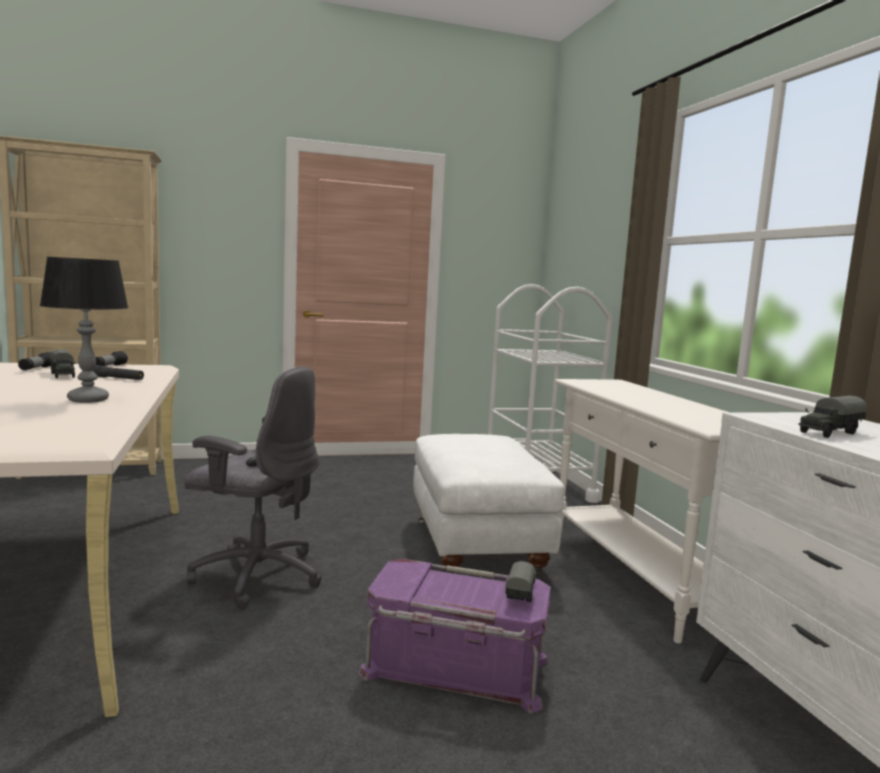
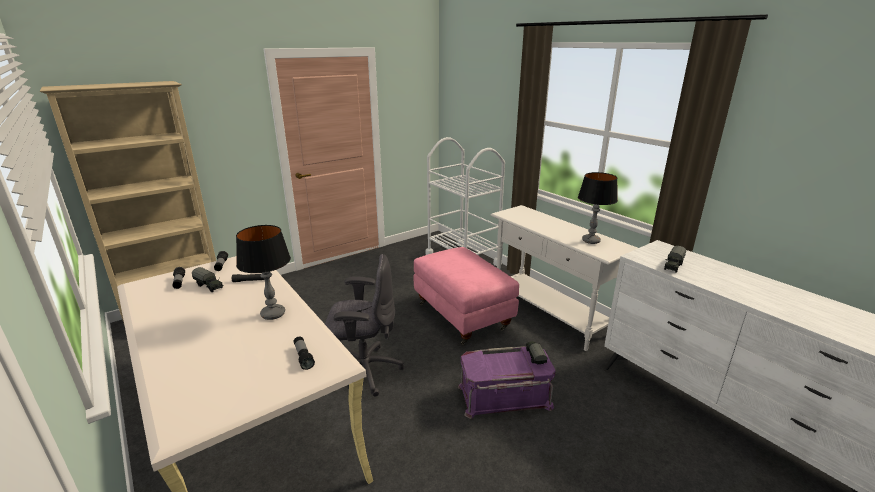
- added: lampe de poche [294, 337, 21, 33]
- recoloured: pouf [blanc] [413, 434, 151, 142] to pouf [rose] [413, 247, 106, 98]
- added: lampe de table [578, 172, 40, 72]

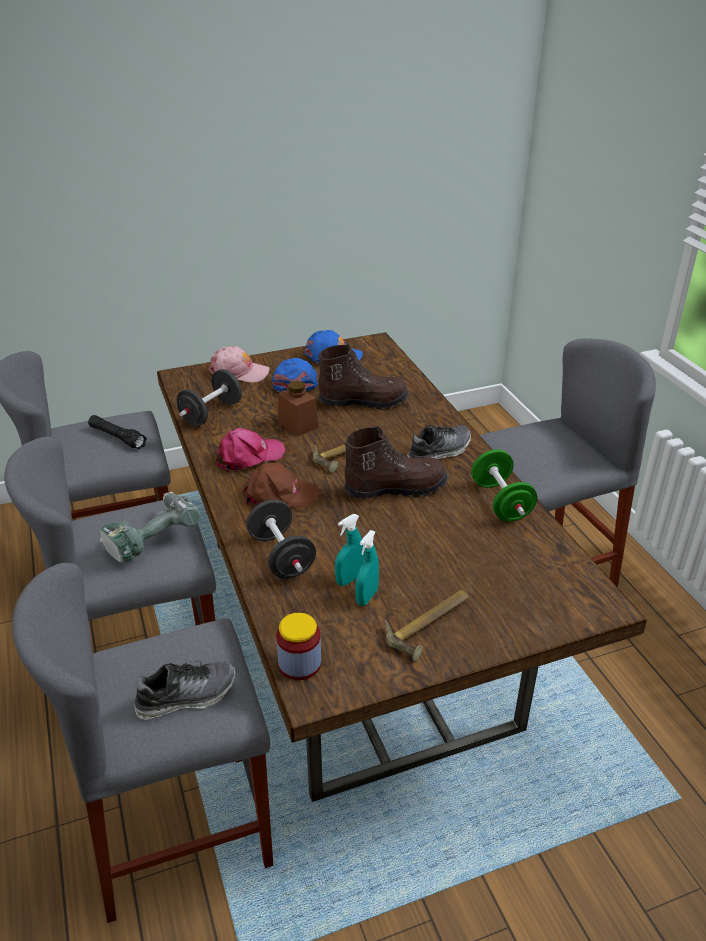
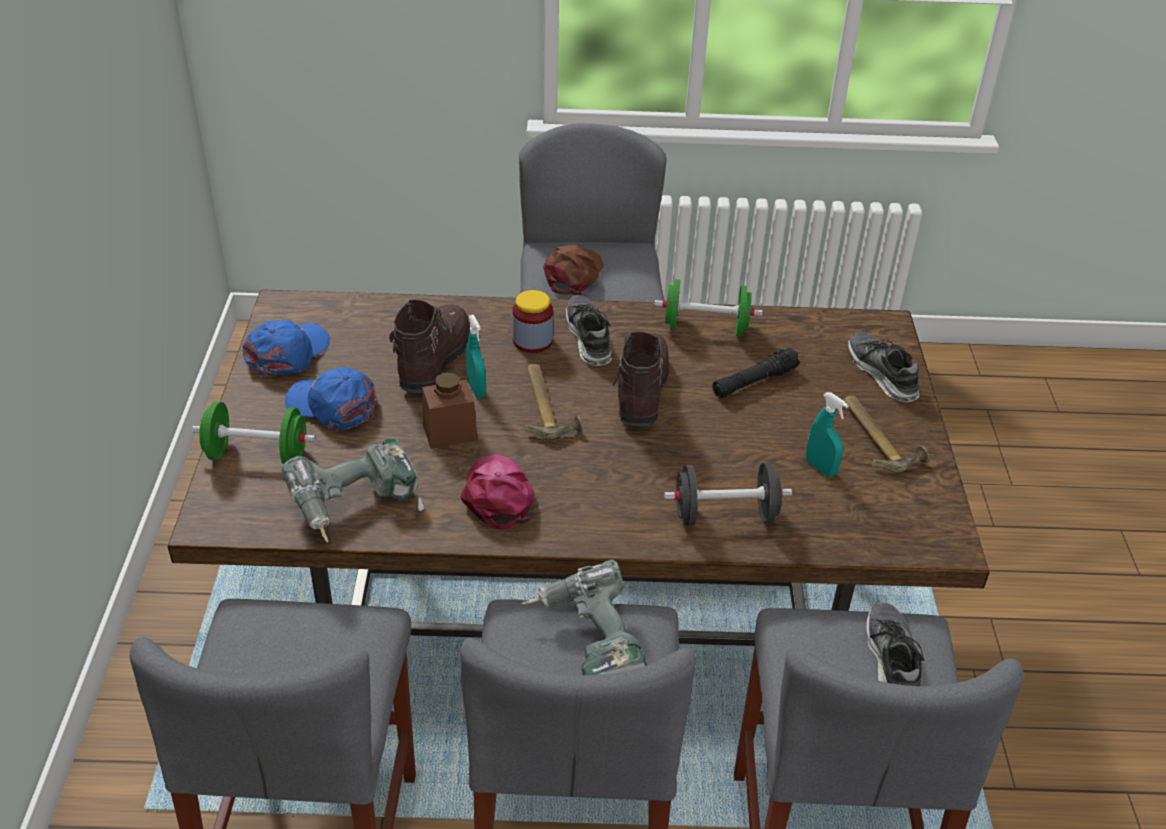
- replaced: casquette [rose] [208, 346, 62, 37] to haltère [vert] [192, 402, 123, 63]
- replaced: haltère [noir] [177, 369, 65, 57] to perceuse [282, 438, 142, 104]
- moved: vaporisateur [turquoise] [335, 514, 29, 72] to [466, 315, 20, 83]
- moved: bocal [276, 613, 45, 67] to [512, 290, 41, 63]
- moved: casquette [marron] [243, 462, 77, 45] to [543, 245, 61, 50]
- moved: lampe de poche [noir] [88, 415, 59, 34] to [712, 347, 88, 51]
- added: chaussure [848, 331, 72, 71]

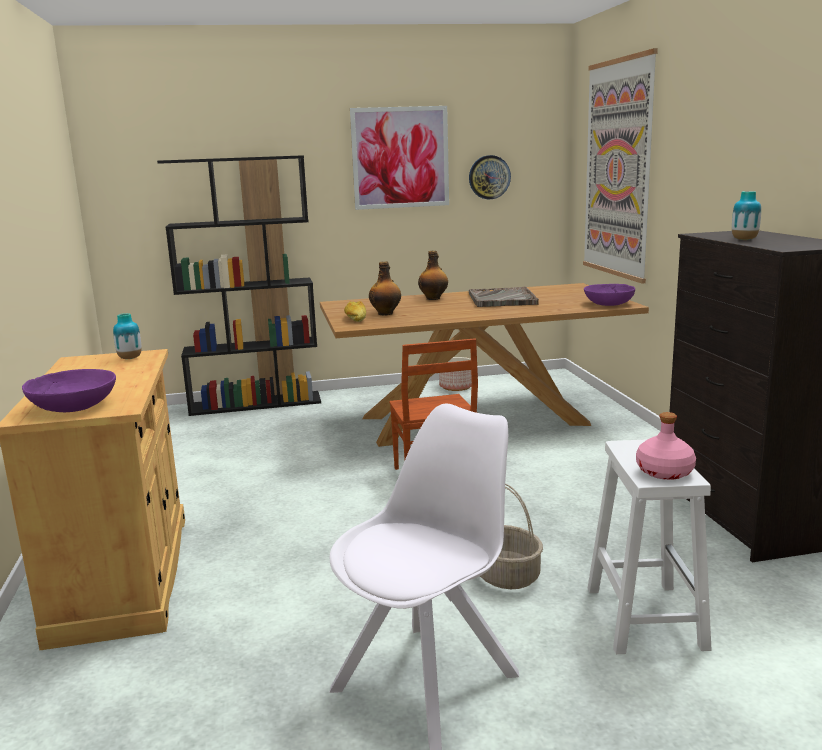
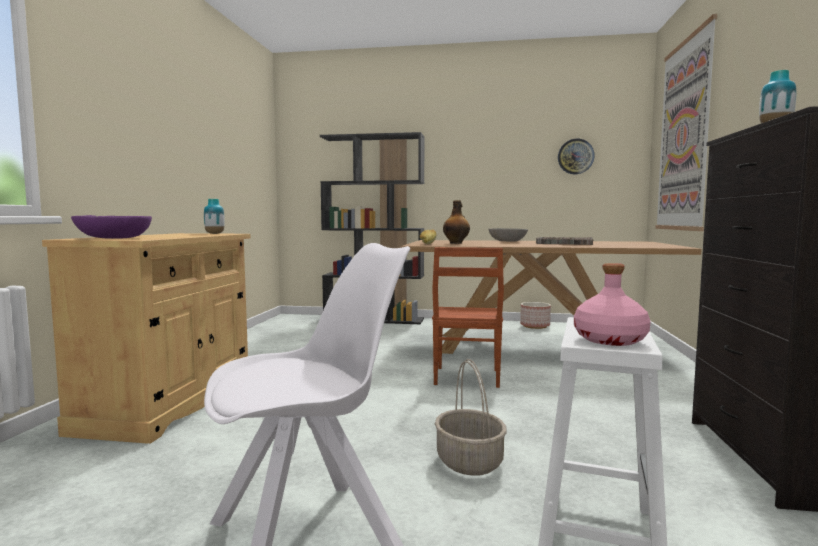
- replaced: bouteille [418, 251, 30, 49] to bol [gris] [489, 228, 39, 14]
- removed: tableau [350, 106, 99, 104]
- removed: bol [violet] [584, 284, 51, 22]

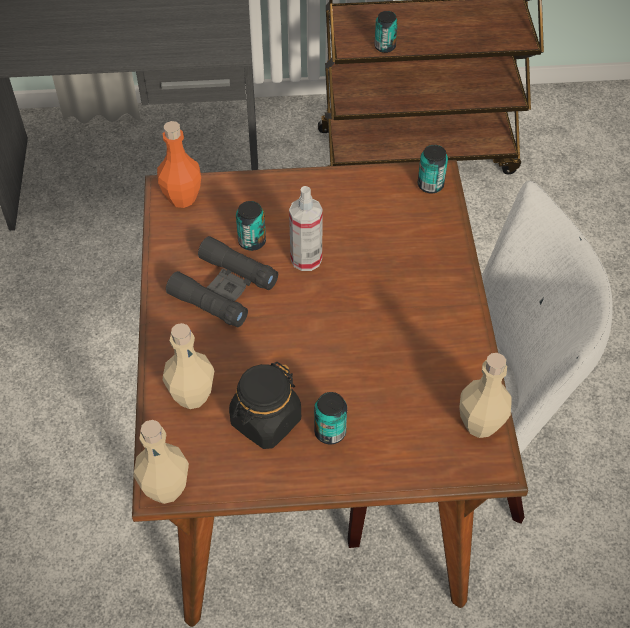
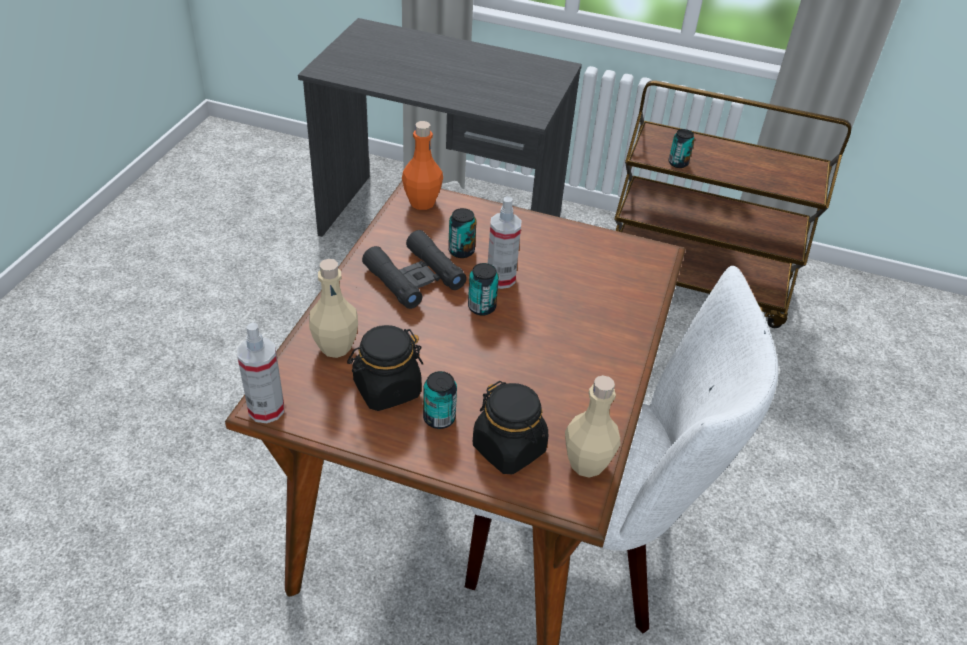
- replaced: bouteille [beige] [134, 420, 55, 84] to vaporisateur [237, 323, 47, 100]
- moved: boîte métallique [418, 145, 30, 49] to [468, 263, 31, 53]
- added: bocal [noir] [473, 381, 75, 93]

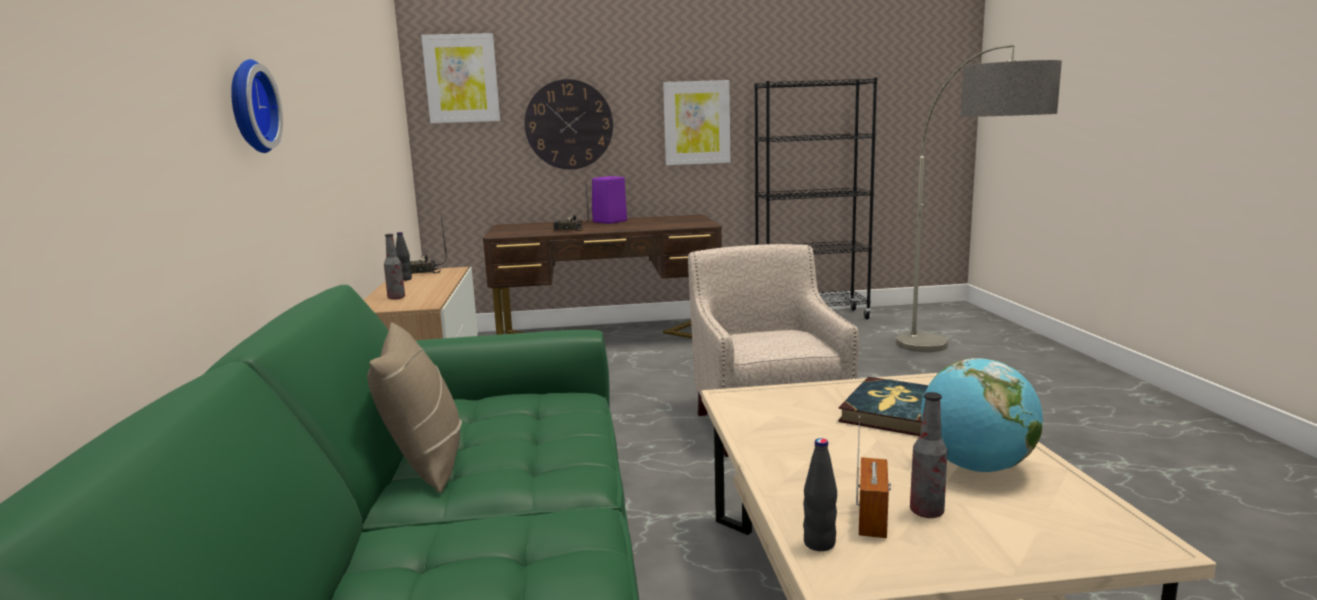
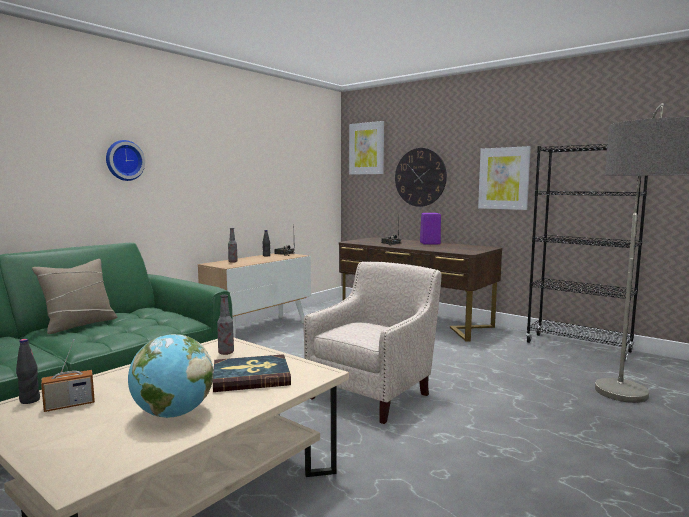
- moved: bouteille [910, 392, 37, 126] to [217, 295, 17, 60]

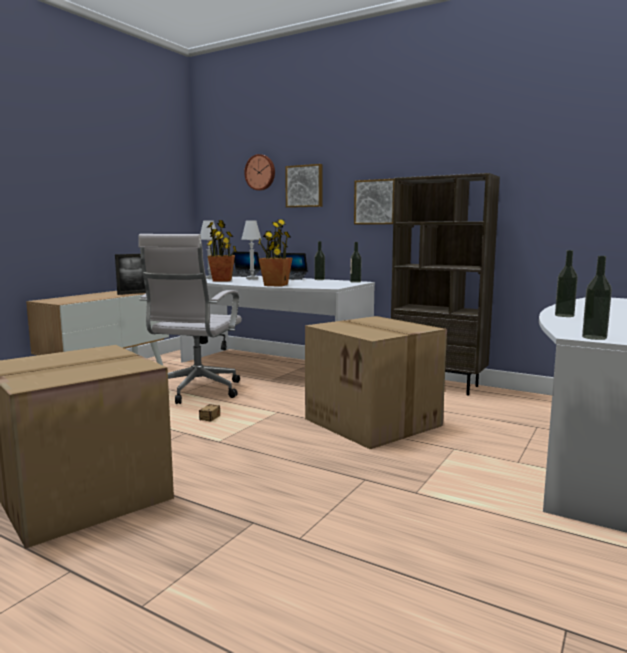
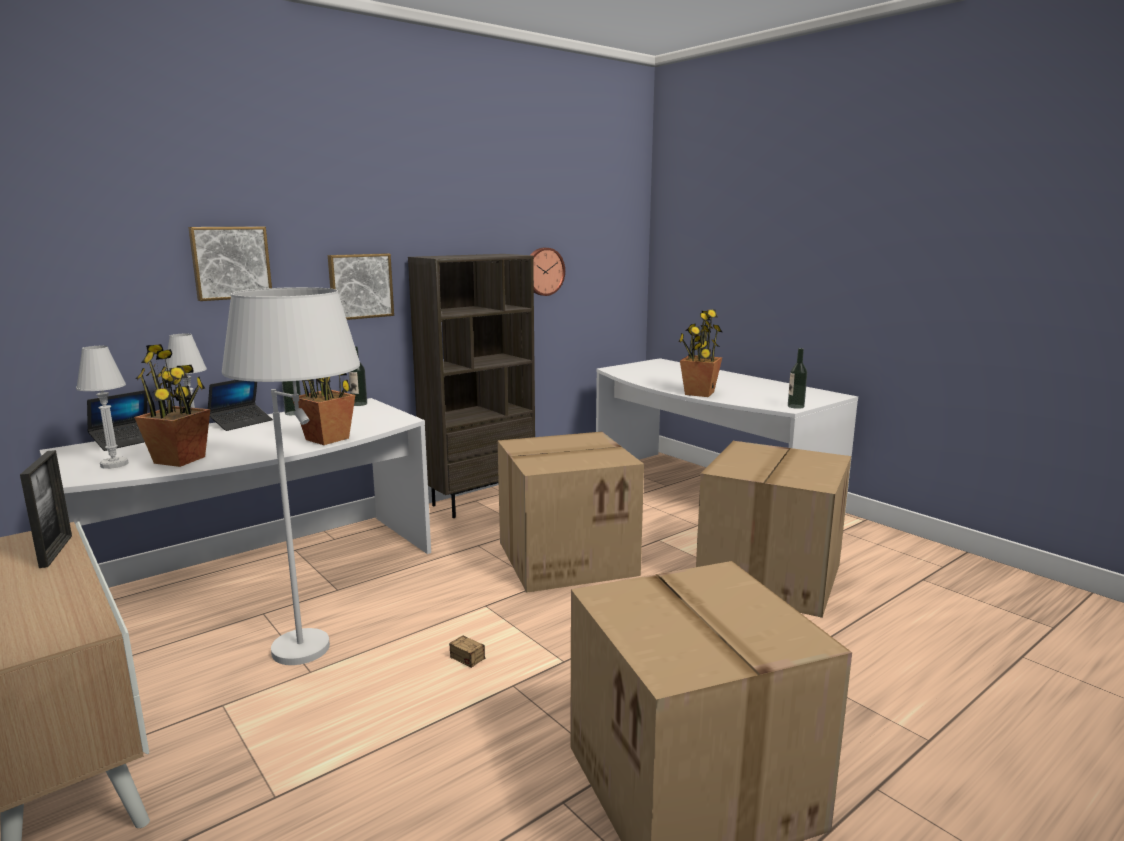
- replaced: chaise de bureau [blanc] [138, 234, 104, 170] to lampadaire [blanc] [222, 287, 138, 378]
- moved: horloge murale [244, 154, 31, 37] to [531, 248, 34, 48]
- replaced: bouteille [555, 250, 23, 67] to plante en pot [679, 310, 43, 87]
- added: carton [696, 441, 155, 177]

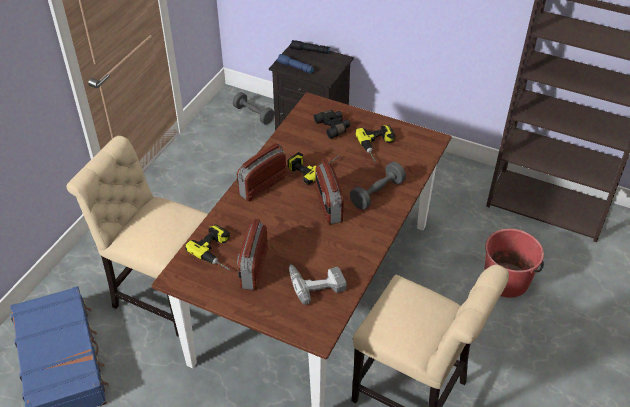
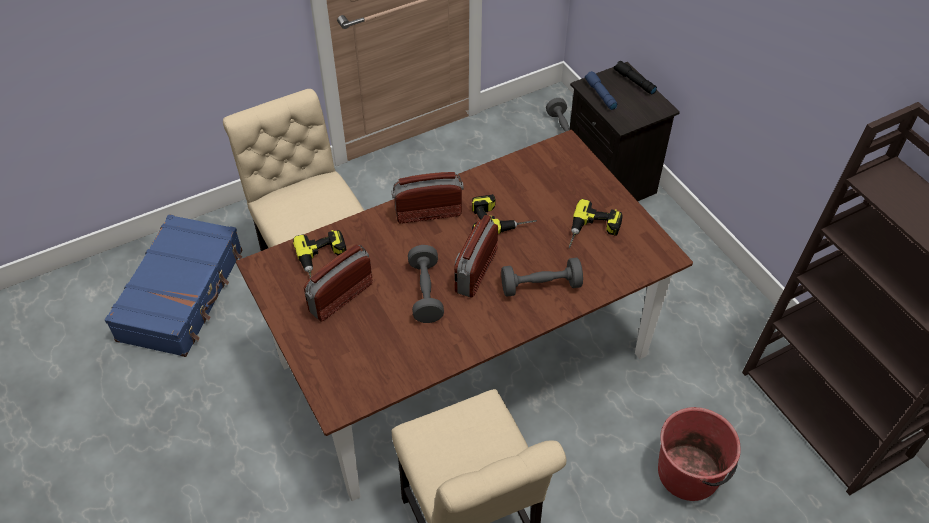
- added: haltère [gris] [408, 245, 36, 78]
- removed: perceuse [289, 264, 58, 41]
- removed: jumelles [noir] [314, 110, 36, 29]

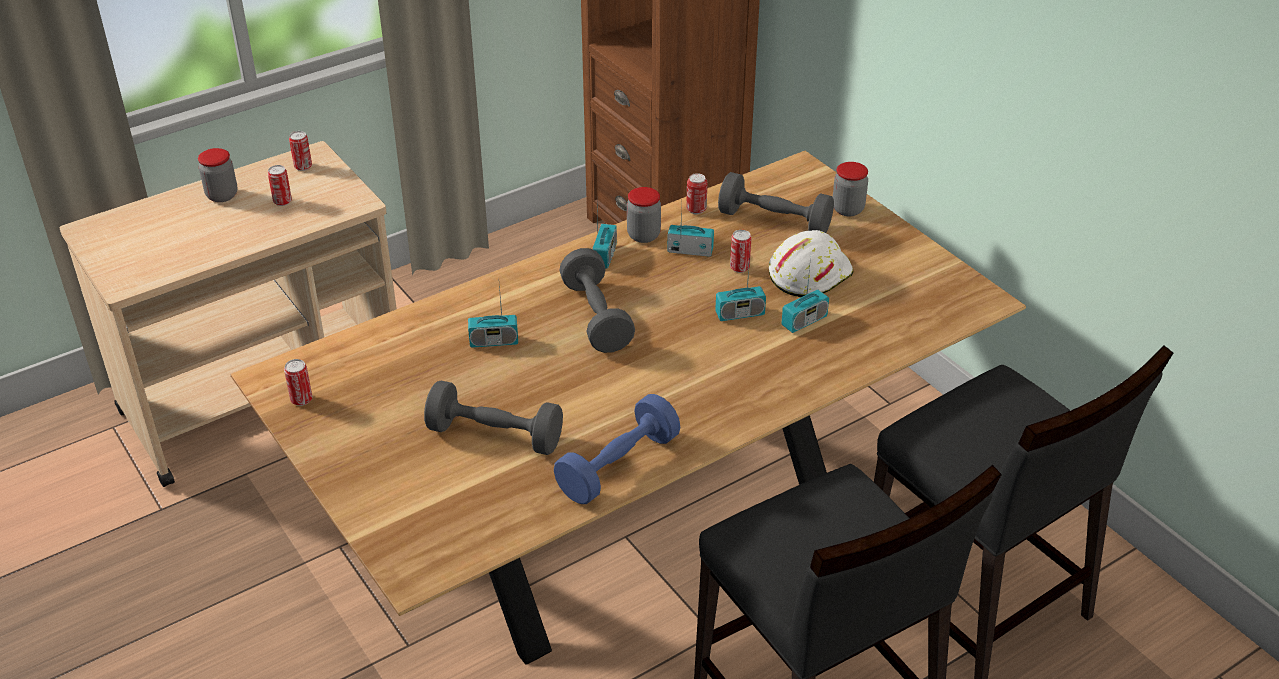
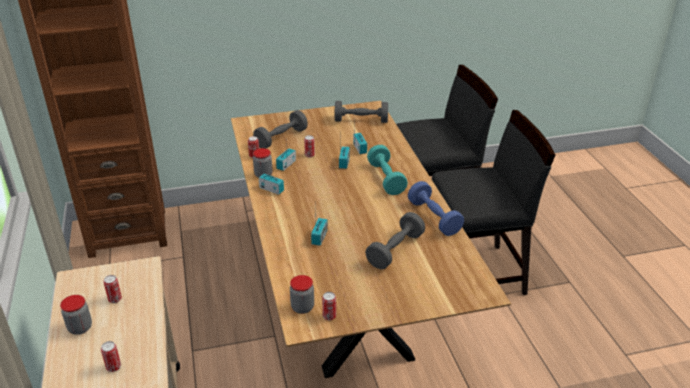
- moved: boîte métallique [289, 131, 23, 40] to [101, 341, 20, 31]
- moved: bocal [833, 162, 35, 54] to [290, 275, 24, 39]
- moved: haltère [gris] [559, 248, 76, 105] to [335, 101, 53, 22]
- added: haltère [turquoise] [367, 145, 41, 50]
- removed: casque de chantier [blanc] [769, 230, 85, 67]

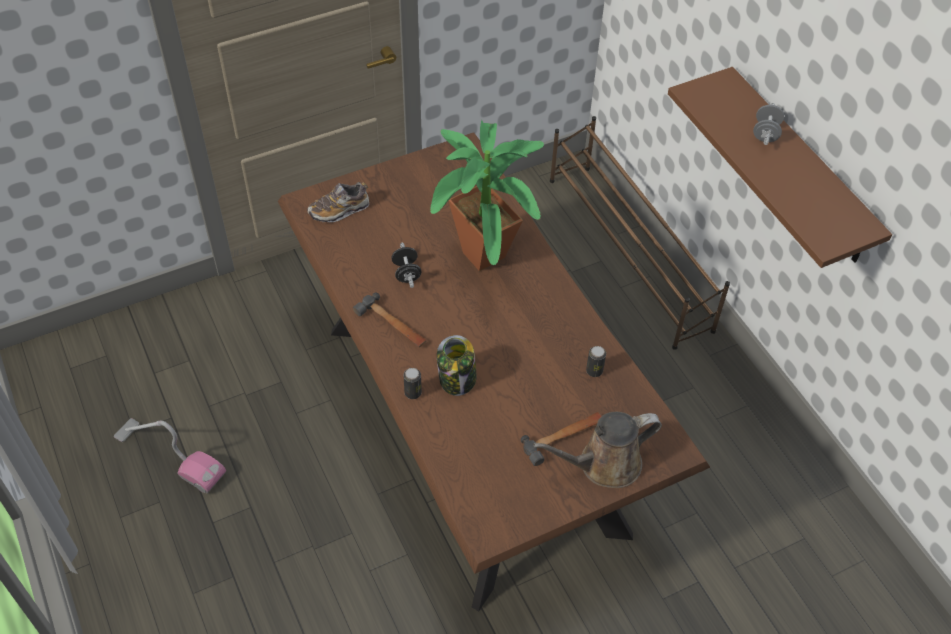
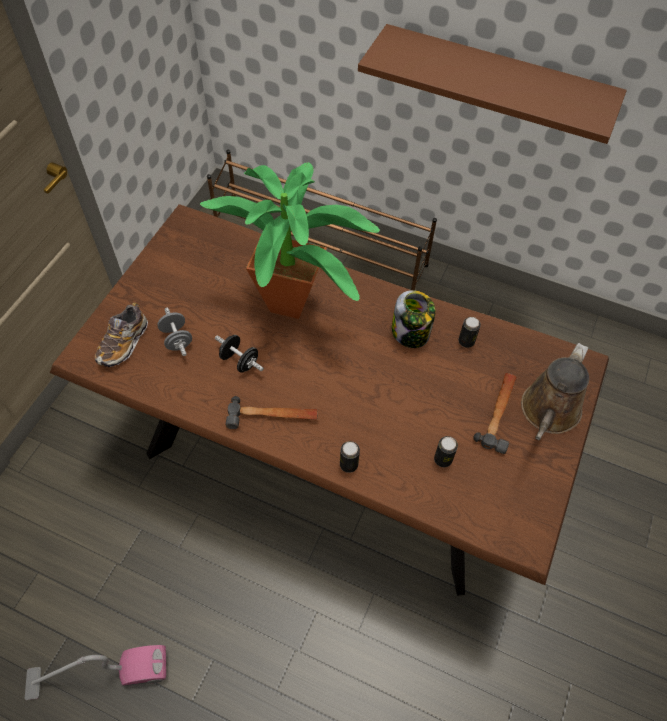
- moved: haltère [gris] [753, 103, 31, 42] to [157, 308, 35, 48]
- moved: bocal [437, 335, 40, 61] to [392, 290, 44, 58]
- added: boîte métallique [434, 436, 24, 31]

